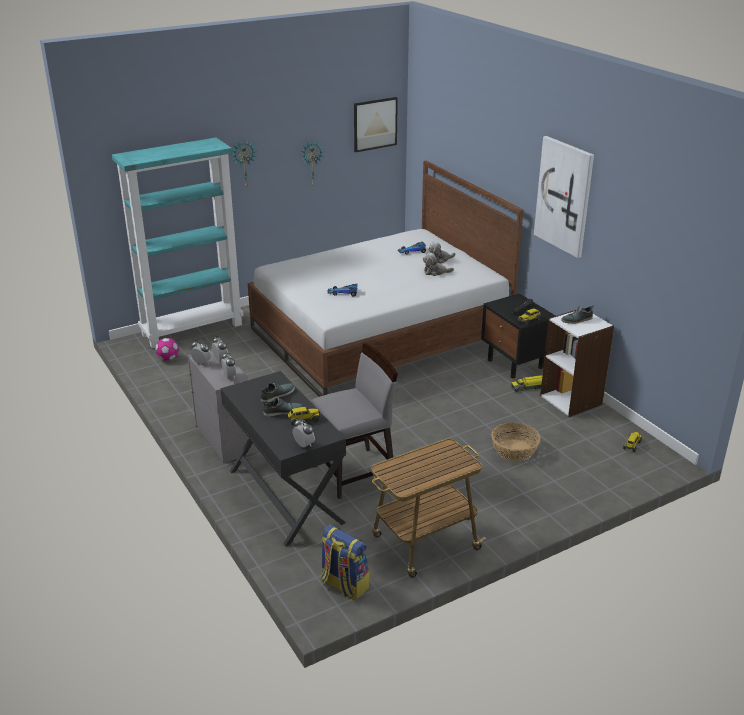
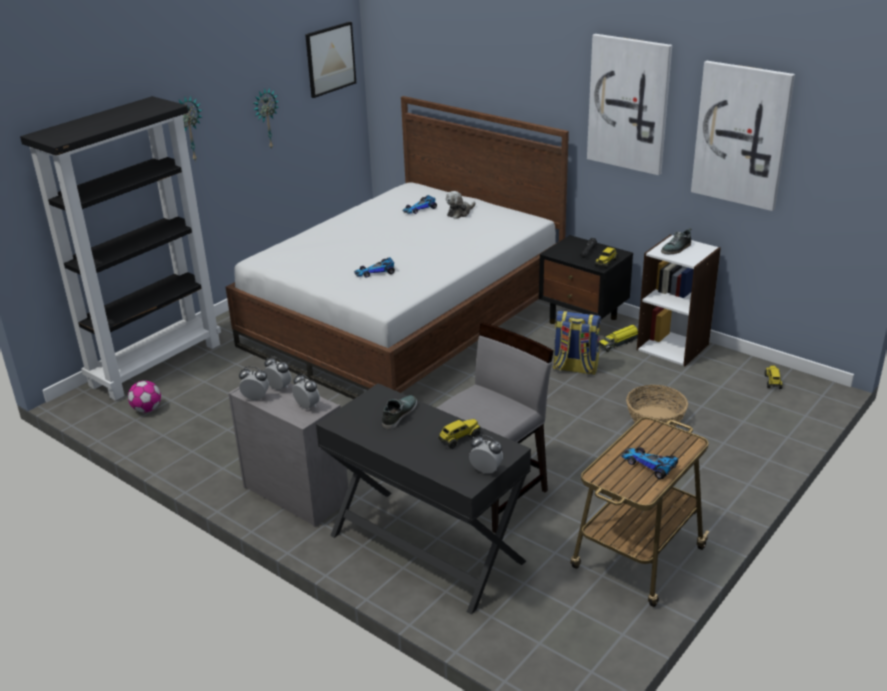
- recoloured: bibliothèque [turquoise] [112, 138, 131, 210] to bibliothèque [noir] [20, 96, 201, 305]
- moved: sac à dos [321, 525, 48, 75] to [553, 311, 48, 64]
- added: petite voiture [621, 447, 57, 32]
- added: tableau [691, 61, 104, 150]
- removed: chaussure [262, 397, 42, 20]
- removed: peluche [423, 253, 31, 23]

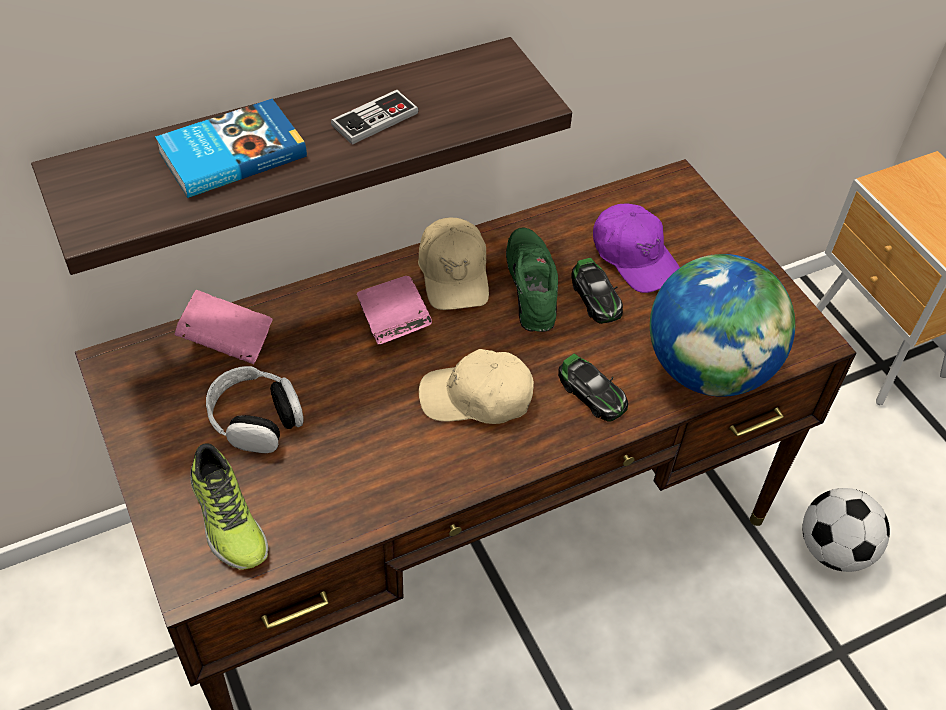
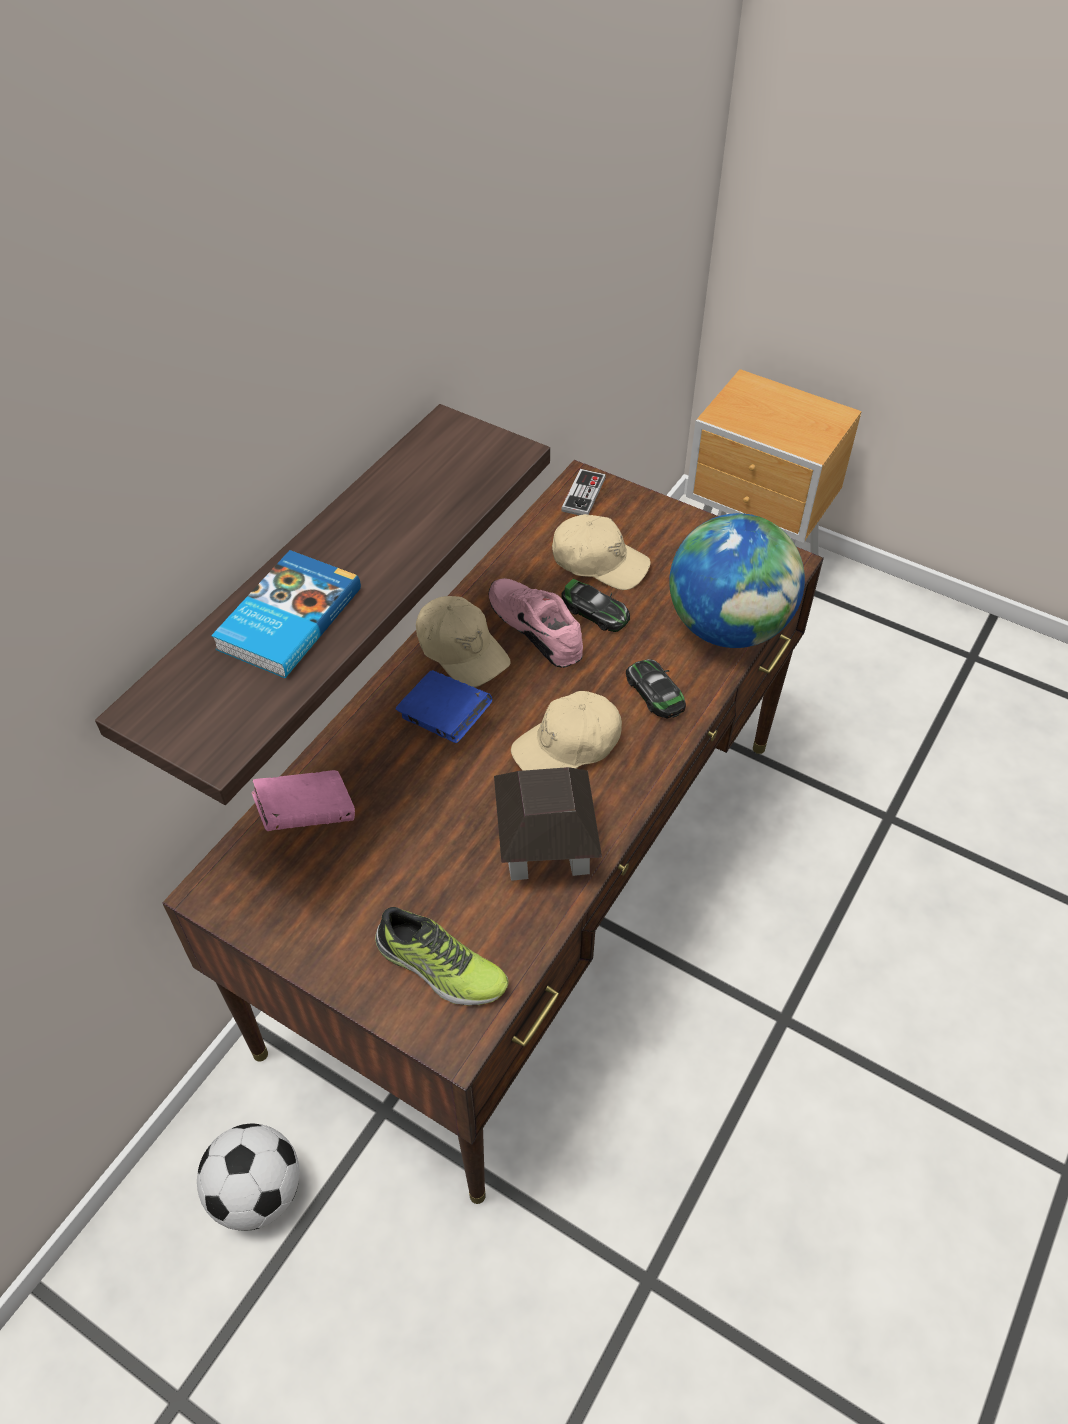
- moved: ballon de foot [803, 488, 87, 84] to [197, 1124, 102, 107]
- recoloured: livre [rose] [357, 276, 75, 69] to livre [bleu] [396, 670, 96, 73]
- recoloured: chaussure [vert] [506, 228, 52, 104] to chaussure [rose] [488, 578, 95, 90]
- added: maison miniature [494, 767, 108, 114]
- recoloured: casquette [violet] [593, 204, 87, 89] to casquette [beige] [552, 514, 99, 76]
- moved: manette [331, 90, 88, 55] to [561, 469, 45, 46]
- turned: petite voiture [558, 354, 70, 68] = [626, 659, 60, 59] 135 degrees counterclockwise
- removed: casque audio [206, 366, 98, 87]

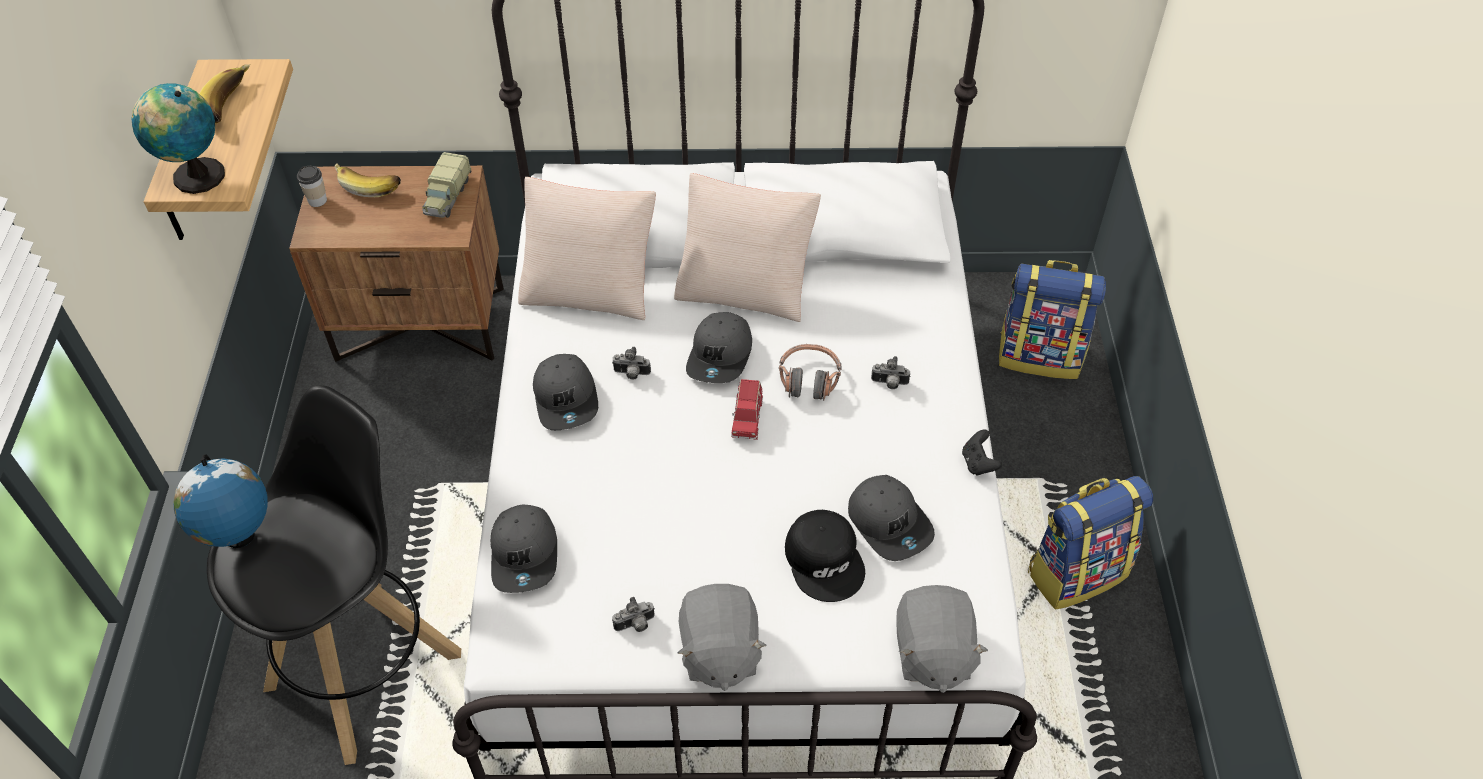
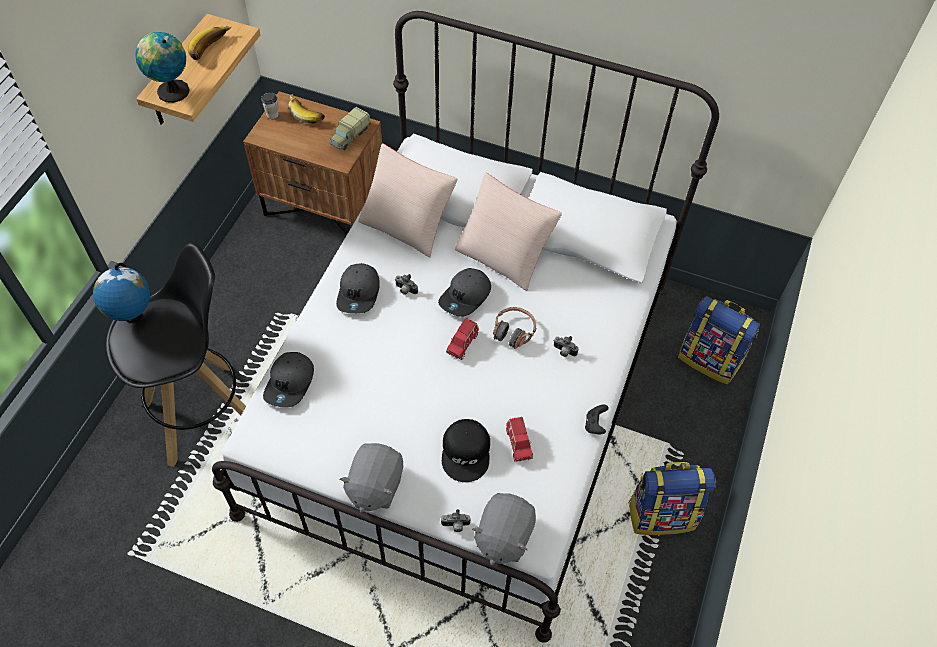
- moved: appareil photo [612, 597, 43, 35] to [441, 509, 30, 23]
- replaced: casquette [gris] [848, 475, 87, 86] to petite voiture [rouge] [506, 417, 27, 45]

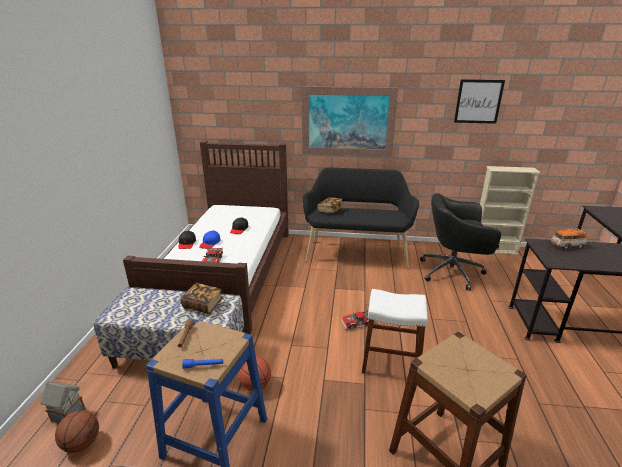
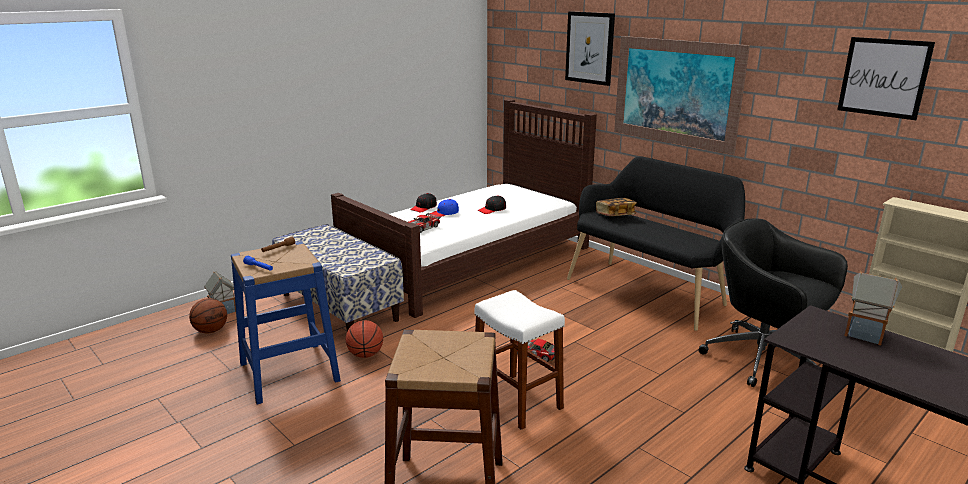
- added: tableau [565, 11, 50, 75]
- replaced: petite voiture [551, 228, 36, 22] to maison miniature [844, 271, 58, 74]
- removed: livre [181, 283, 42, 31]

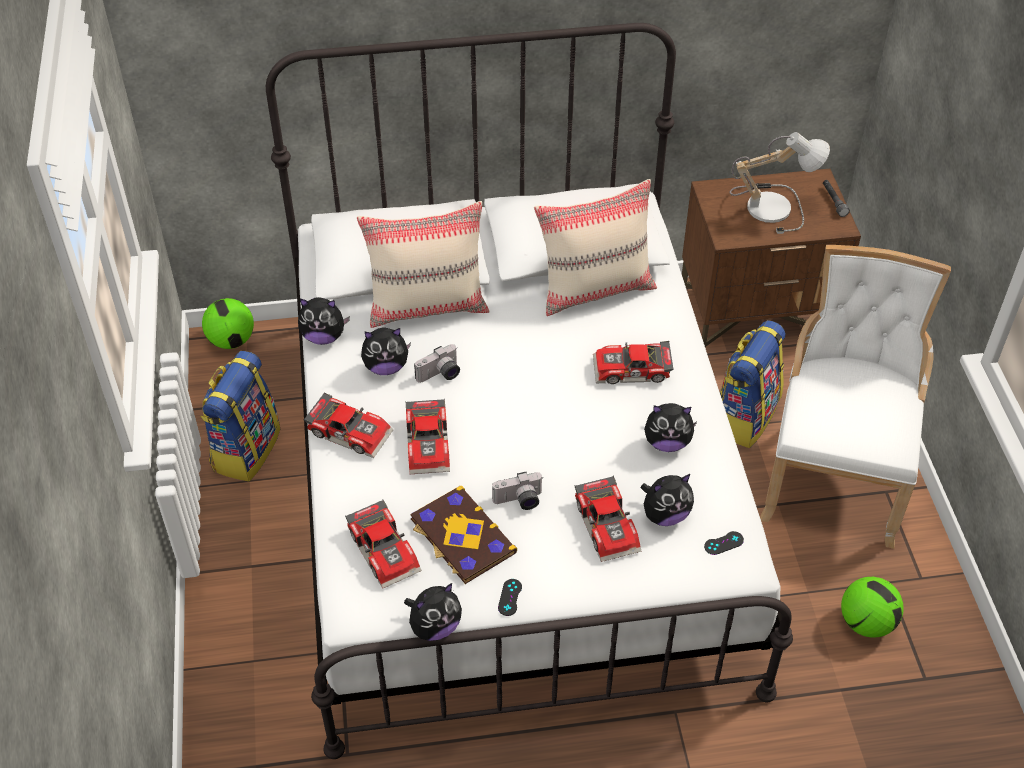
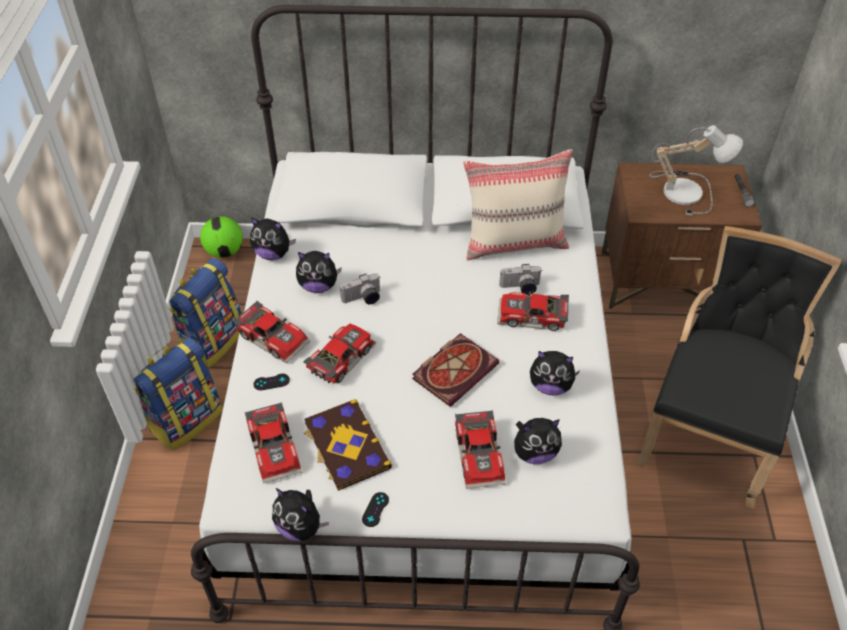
- moved: sac à dos [720, 320, 65, 128] to [134, 338, 89, 113]
- moved: manette [noir] [704, 531, 40, 24] to [253, 374, 37, 16]
- turned: peluche [404, 583, 58, 58] = [272, 488, 57, 53] 60 degrees clockwise
- turned: petite voiture [406, 399, 44, 75] = [303, 324, 74, 60] 150 degrees counterclockwise
- added: livre [412, 333, 88, 74]
- moved: appareil photo [492, 472, 51, 38] to [499, 264, 43, 31]
- recoloured: chaise [blanc] [760, 245, 191, 304] to chaise [noir] [635, 226, 206, 283]
- removed: coussin [beige] [357, 201, 133, 127]
- removed: ballon de foot [841, 577, 62, 61]

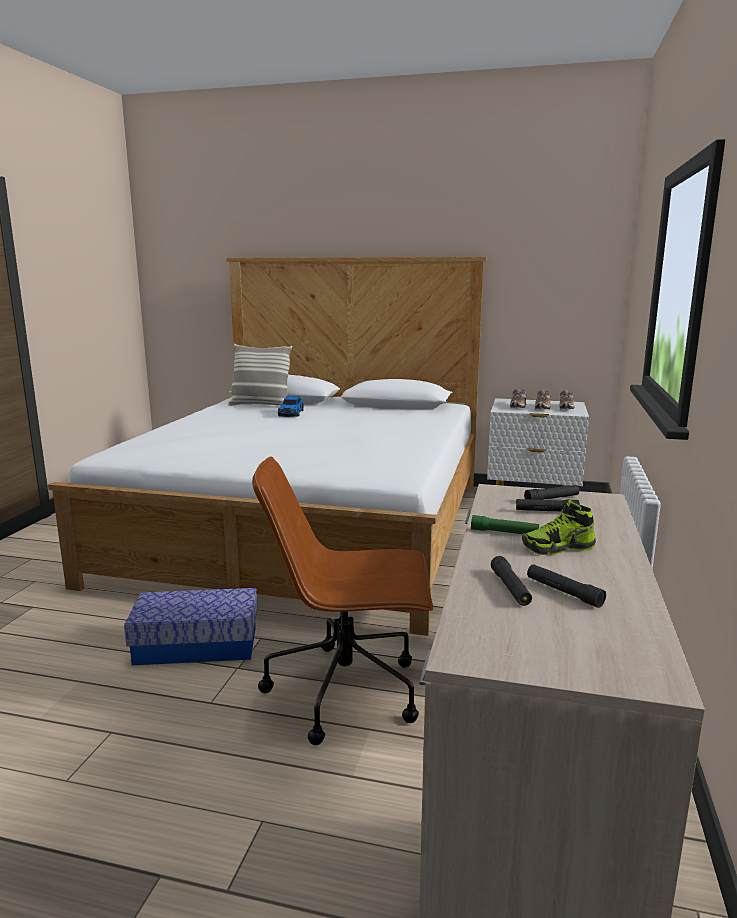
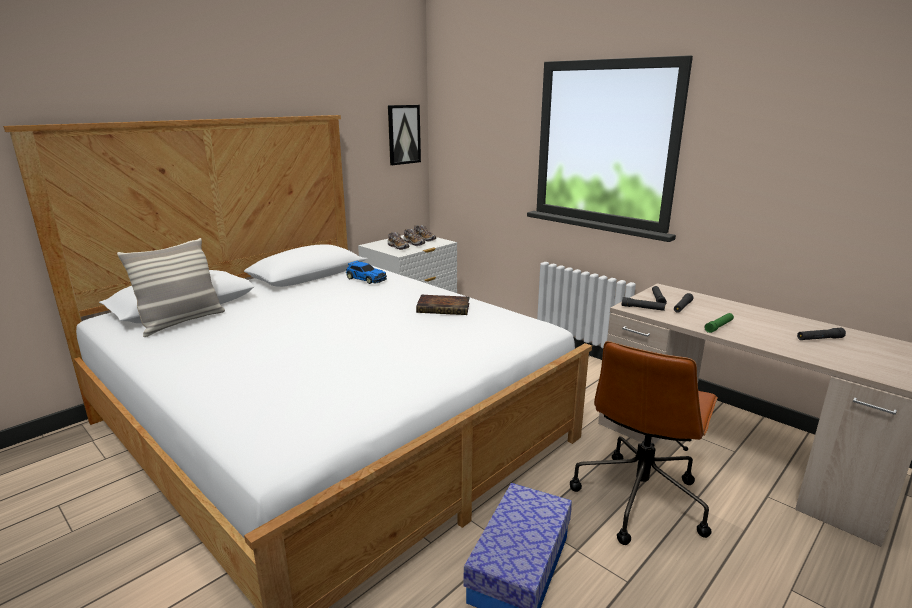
- moved: petite voiture [278, 396, 26, 21] to [346, 260, 41, 24]
- added: tableau [388, 105, 33, 60]
- added: livre [416, 295, 54, 20]
- moved: lampe de poche [noir] [491, 556, 41, 50] to [622, 297, 44, 14]
- removed: chaussure [522, 500, 74, 55]

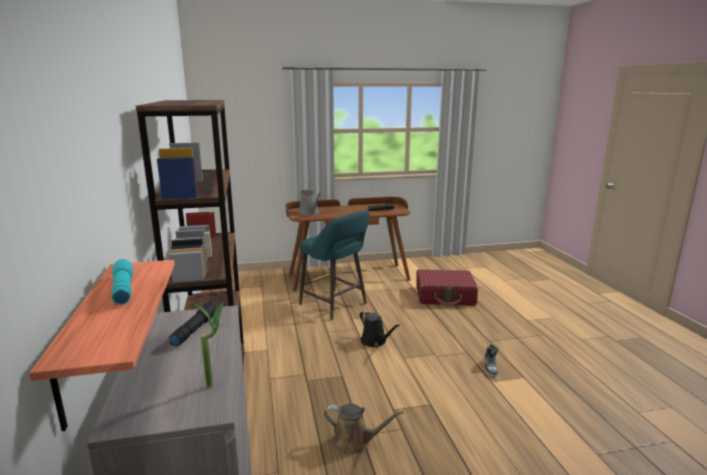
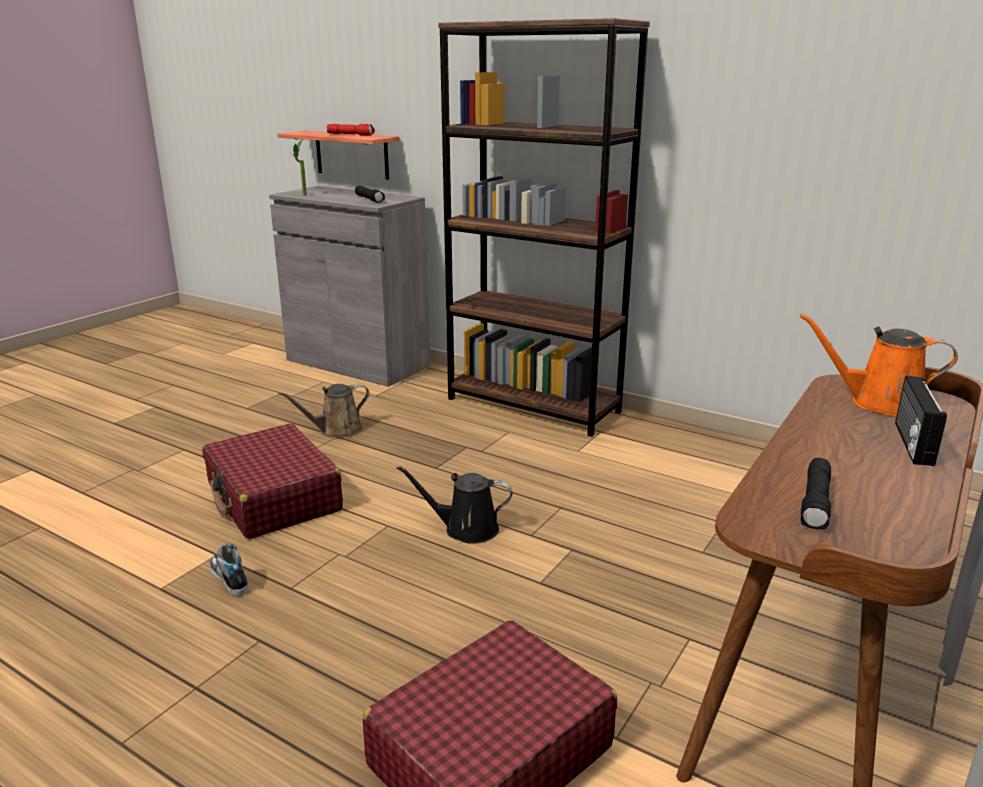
- added: valise [rouge] [202, 423, 141, 116]
- recoloured: lampe de poche [turquoise] [111, 259, 22, 46] to lampe de poche [rouge] [327, 124, 48, 12]
- recoloured: arrosoir [gris] [299, 189, 22, 27] to arrosoir [orange] [800, 313, 158, 104]
- added: radio [895, 375, 52, 91]
- removed: tabouret [turquoise] [299, 210, 71, 110]

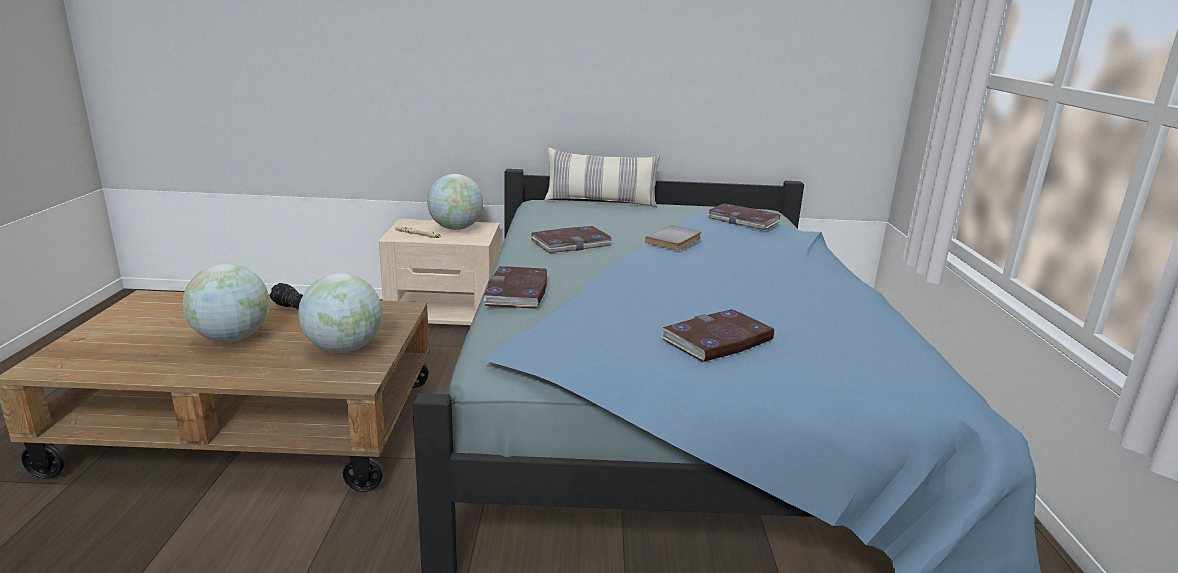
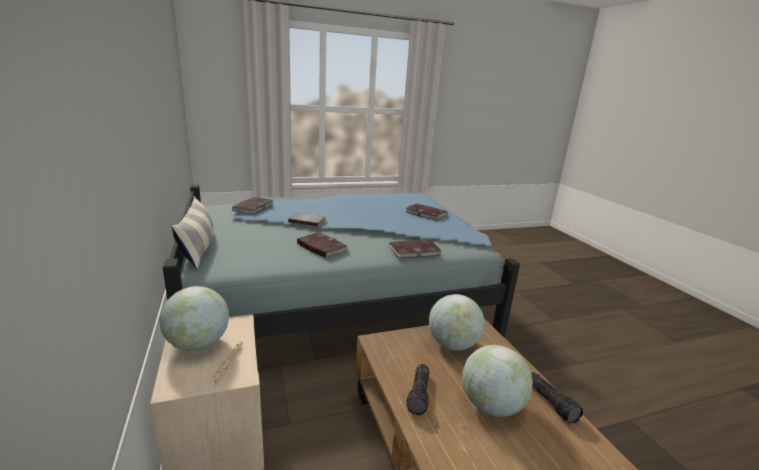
- added: lampe de poche [531, 372, 52, 52]

